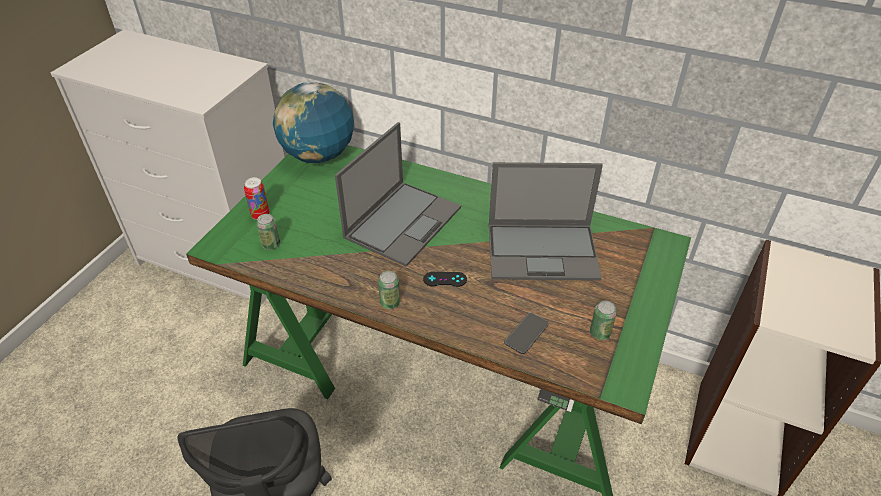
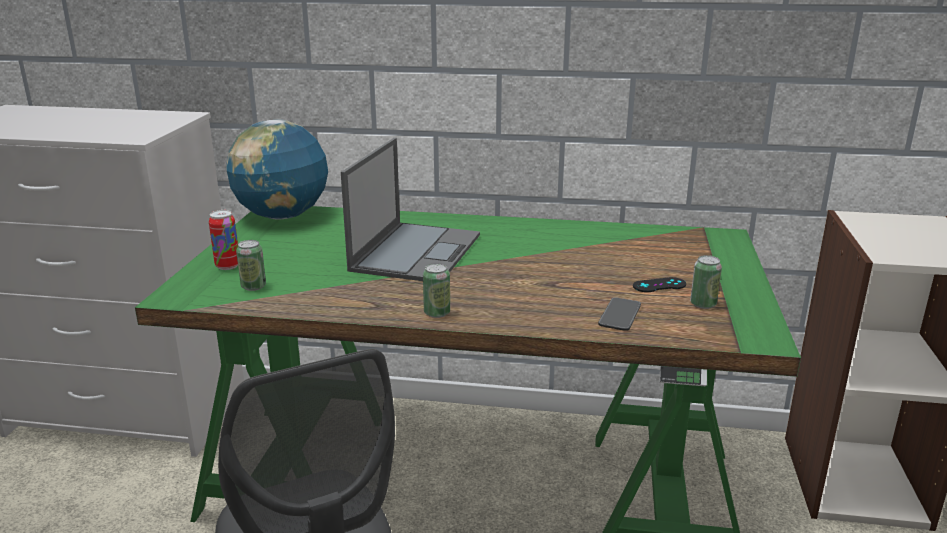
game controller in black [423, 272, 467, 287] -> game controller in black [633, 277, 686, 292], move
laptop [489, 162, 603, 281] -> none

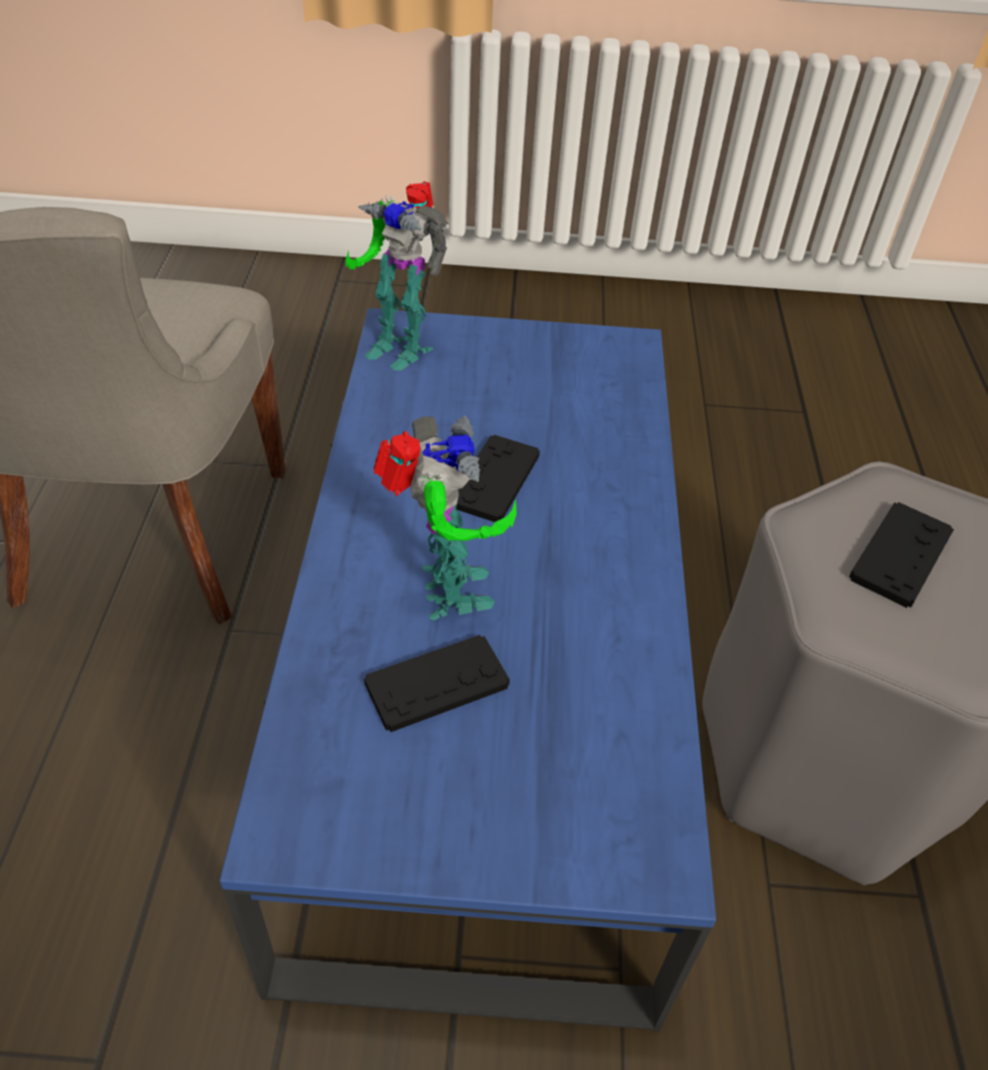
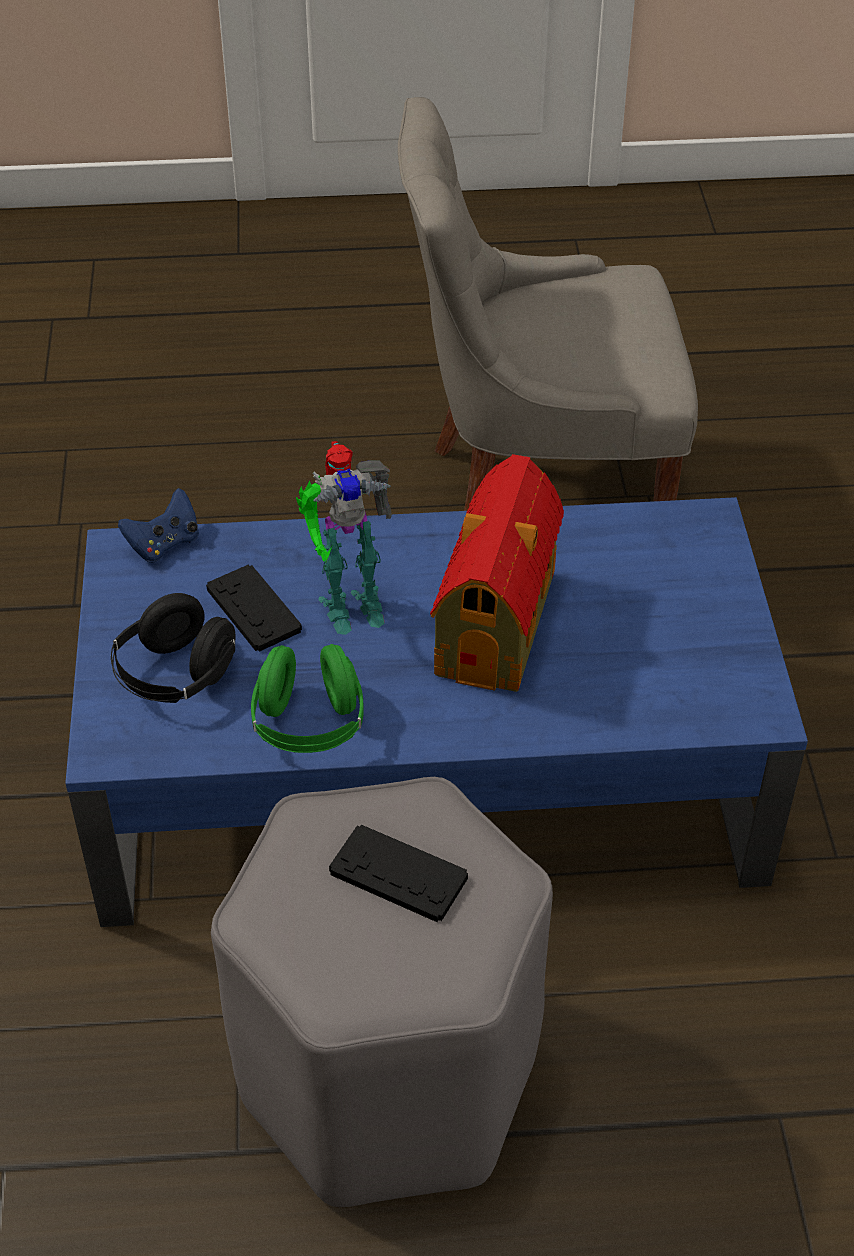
none -> headphones in black [111, 593, 235, 703]
none -> game controller in blue [118, 488, 199, 563]
none -> headphones in green [251, 644, 364, 753]
game controller in black [456, 435, 540, 522] -> toy house [430, 454, 564, 692]
toy robot [346, 181, 448, 371] -> none

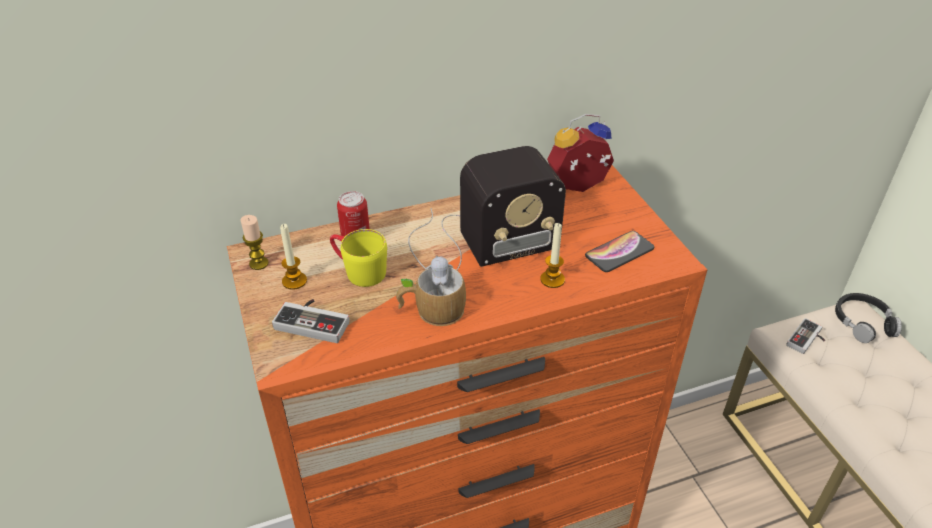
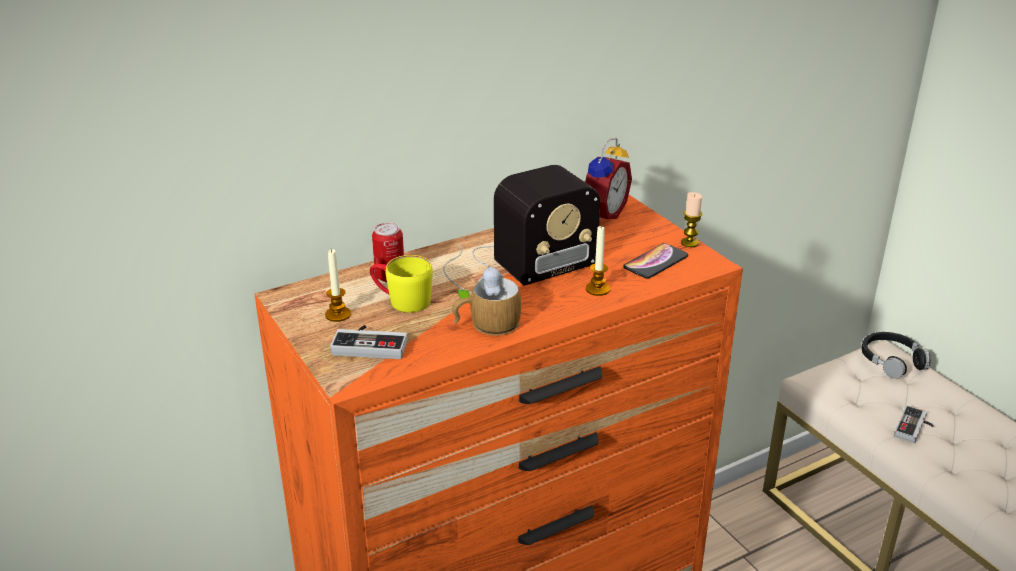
alarm clock [547, 114, 614, 192] -> alarm clock [584, 138, 632, 221], 150 degrees clockwise
candle [241, 215, 269, 270] -> candle [681, 192, 702, 247], move
game controller [786, 318, 825, 354] -> game controller [894, 405, 934, 443], move

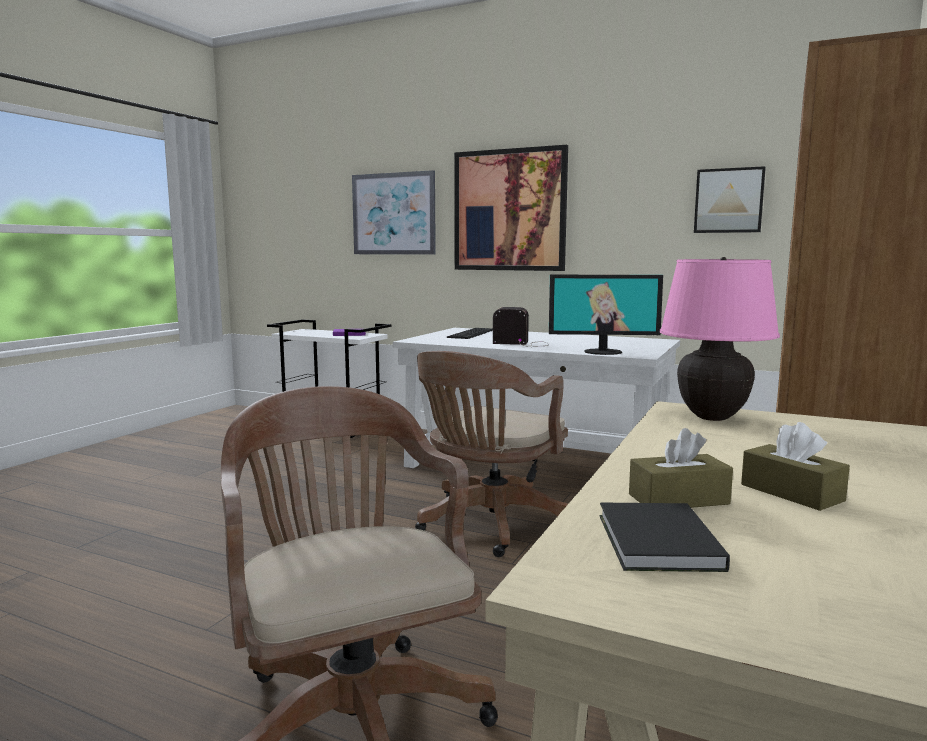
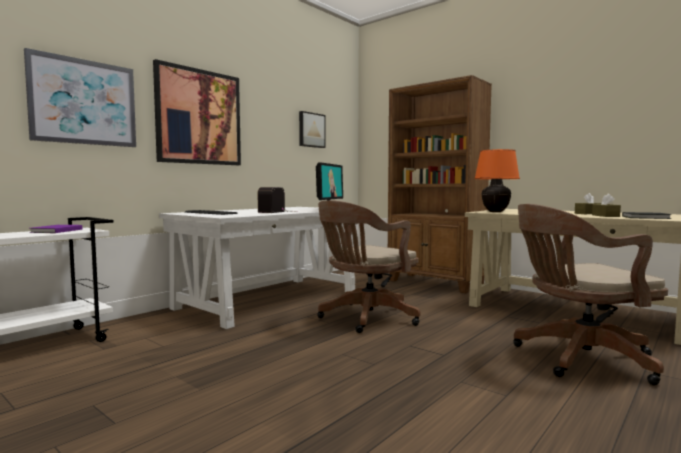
office chair in brown [415, 351, 568, 557] -> office chair in brown [317, 200, 420, 333], 90 degrees clockwise
table lamp in pink [660, 257, 780, 421] -> table lamp in orange [474, 149, 520, 212]

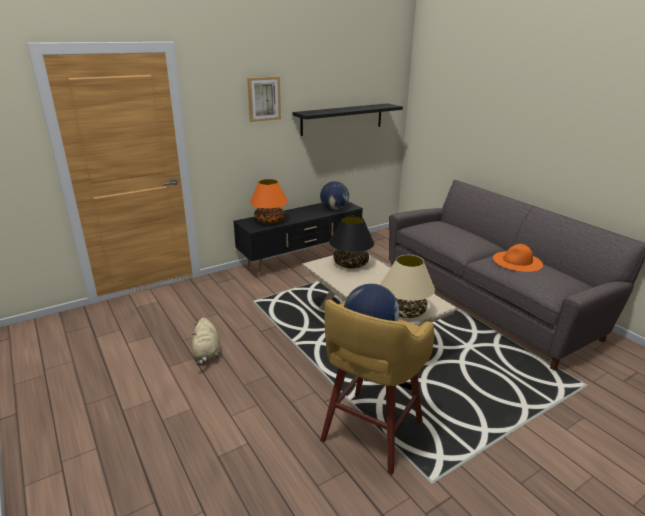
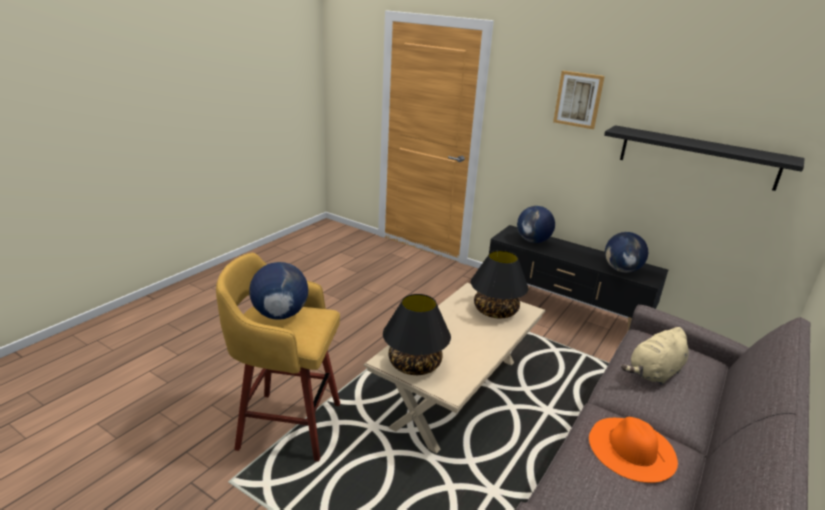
table lamp in beige [381, 255, 435, 318] -> table lamp in black [383, 294, 451, 375]
table lamp in orange [250, 179, 288, 224] -> globe [517, 206, 555, 243]
plush toy in beige [191, 317, 220, 365] -> plush toy in beige [621, 327, 689, 385], move

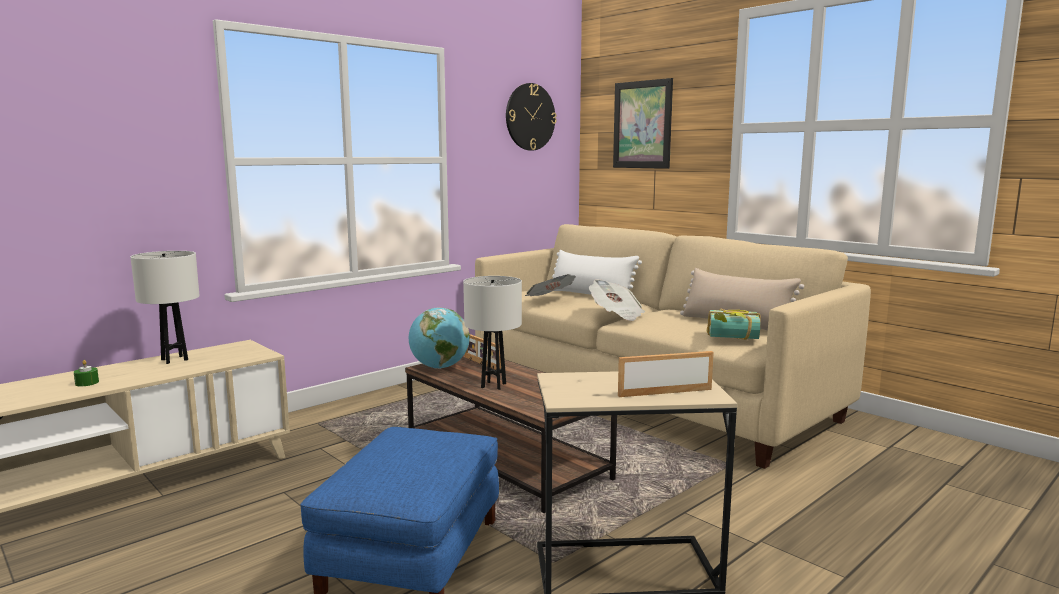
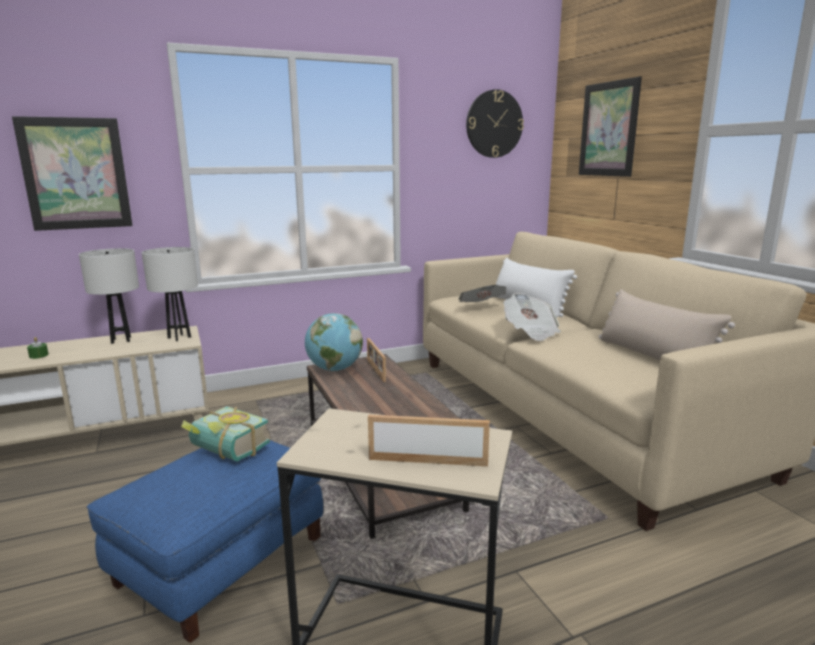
none -> picture [12, 116, 133, 231]
table lamp in white [463, 276, 522, 390] -> table lamp in white [142, 247, 198, 341], move
book [706, 309, 761, 340] -> book [181, 406, 270, 461], move

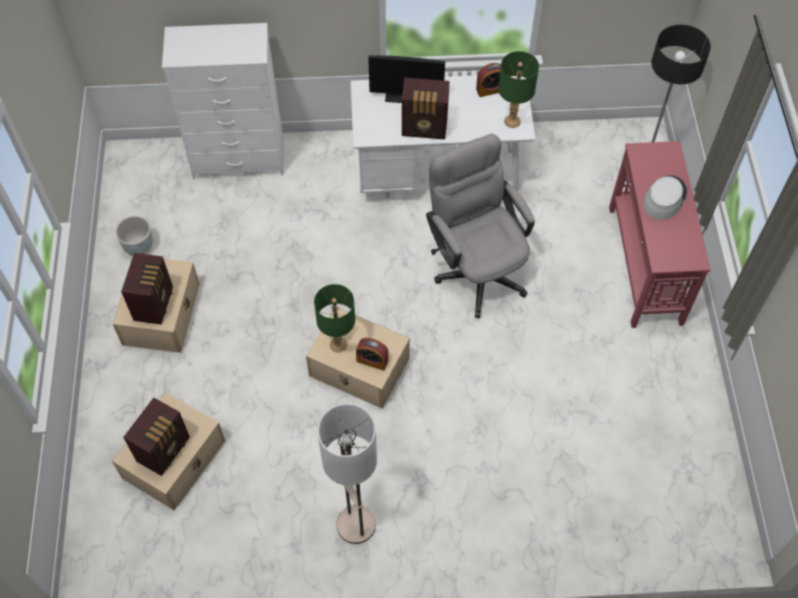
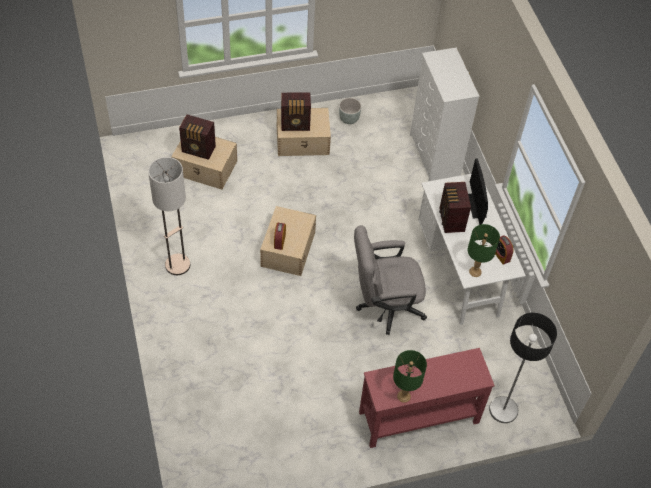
office chair in grey [426, 134, 535, 318] -> office chair in grey [354, 225, 427, 335], 150 degrees counterclockwise
table lamp in green [314, 284, 355, 352] -> table lamp in green [393, 350, 427, 403], move
hat in grey [643, 175, 687, 220] -> none

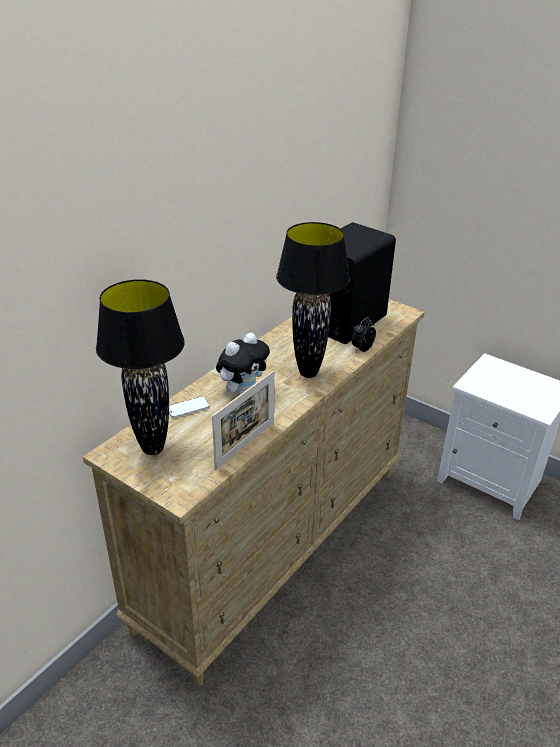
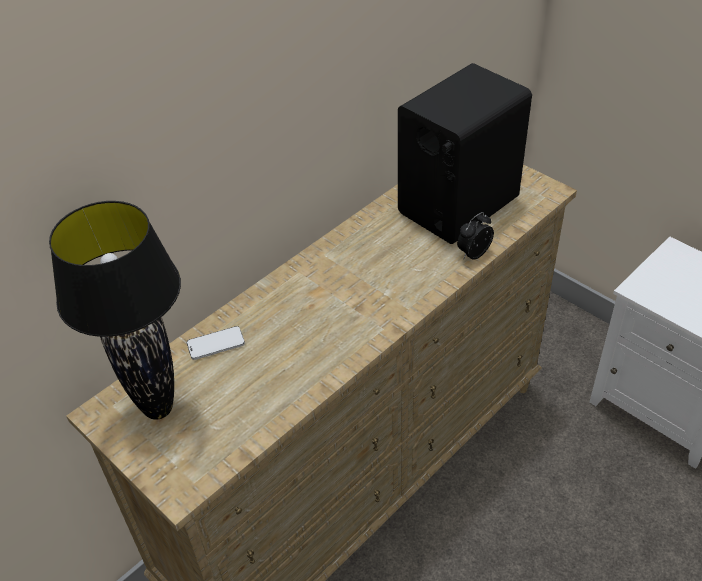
picture frame [212, 370, 275, 470] -> none
plush toy [216, 333, 270, 396] -> none
table lamp in black [276, 222, 350, 378] -> none

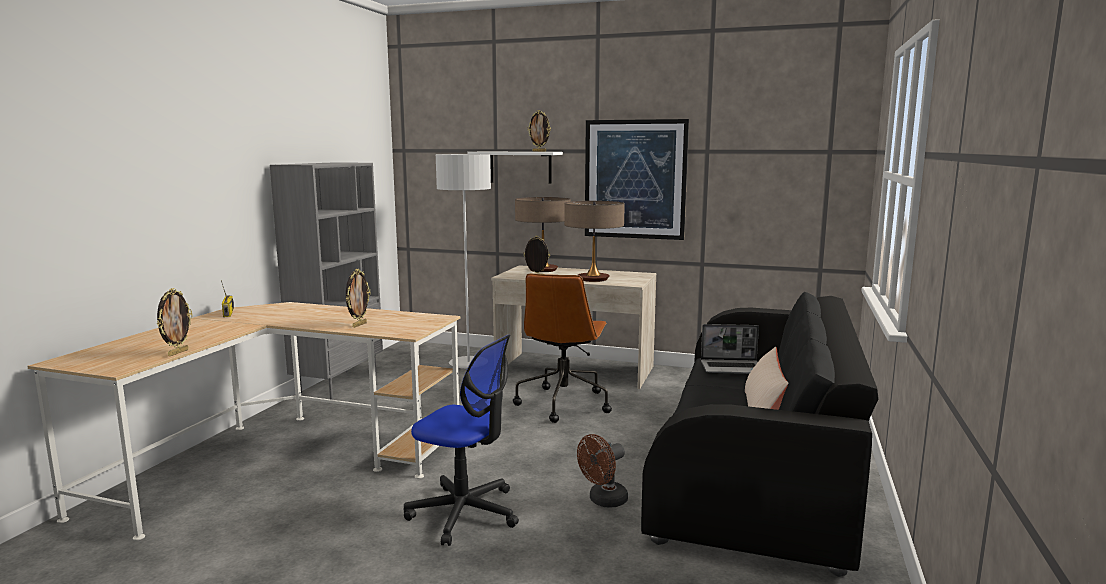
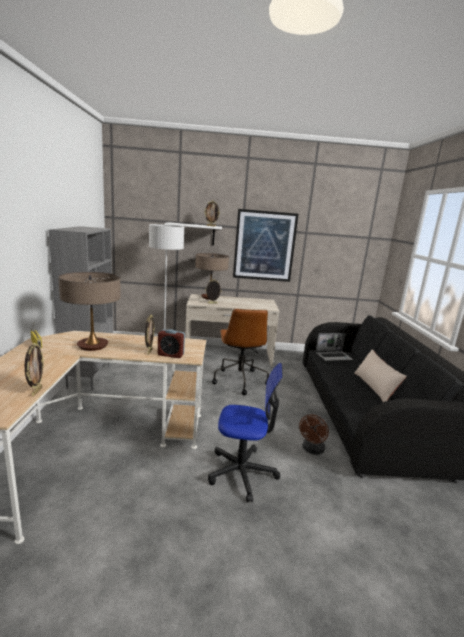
table lamp [564, 201, 625, 282] -> table lamp [58, 272, 121, 351], move
none -> alarm clock [158, 329, 185, 358]

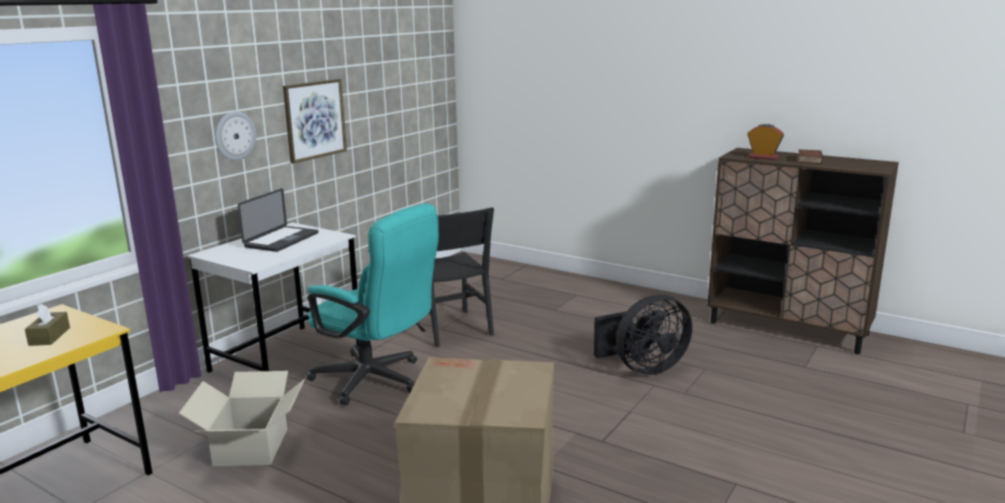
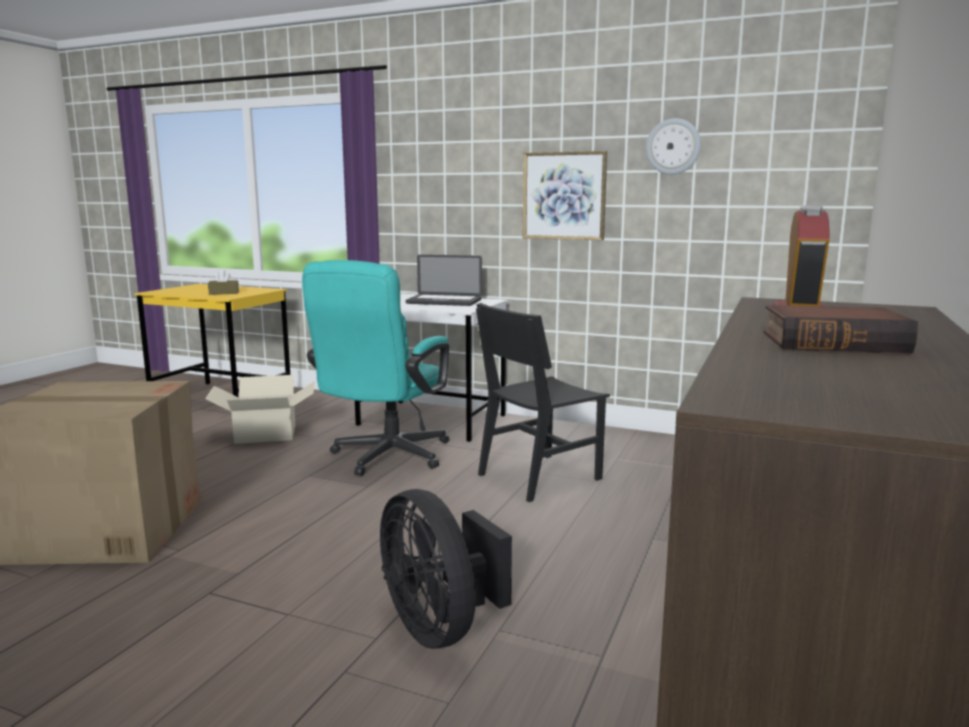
wall clock [215, 111, 256, 161] -> wall clock [646, 118, 701, 175], move

